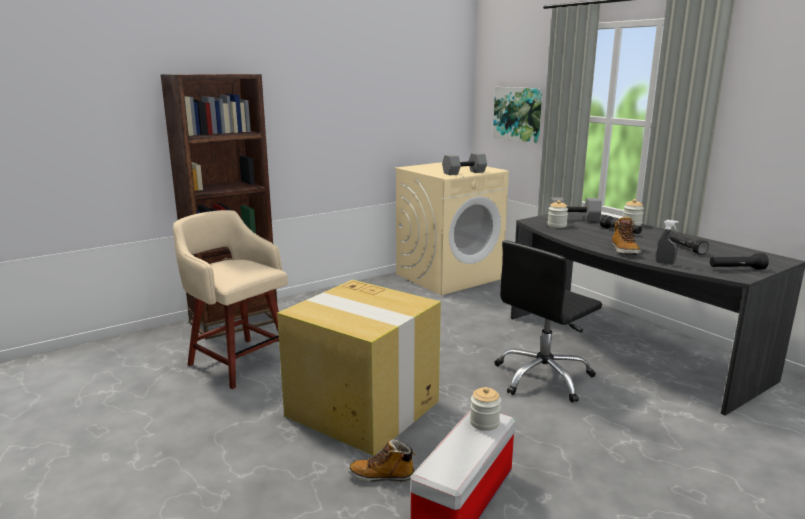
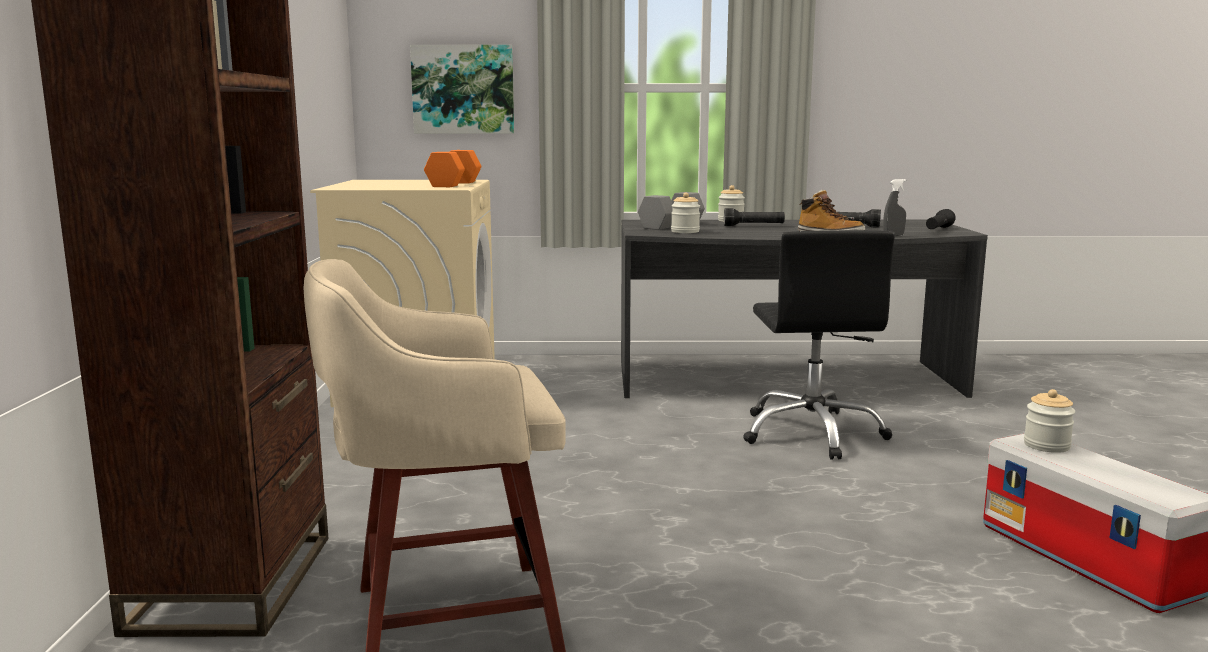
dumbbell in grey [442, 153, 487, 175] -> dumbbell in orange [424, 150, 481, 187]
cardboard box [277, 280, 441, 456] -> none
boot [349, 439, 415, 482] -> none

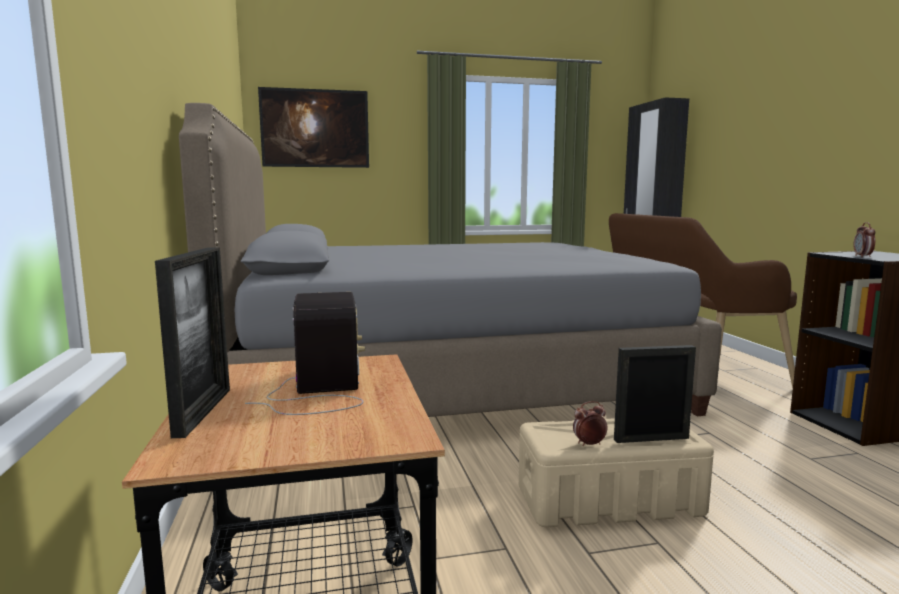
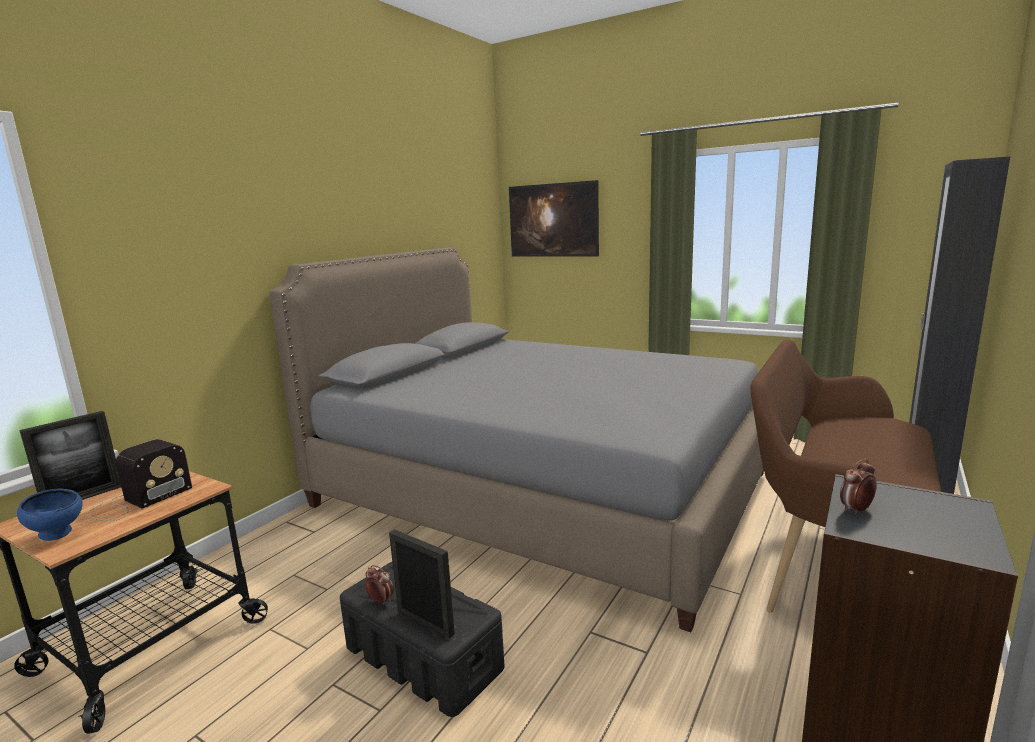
none -> bowl in blue [17, 489, 82, 541]
storage box in beige [519, 418, 714, 527] -> storage box in black [340, 562, 504, 717]

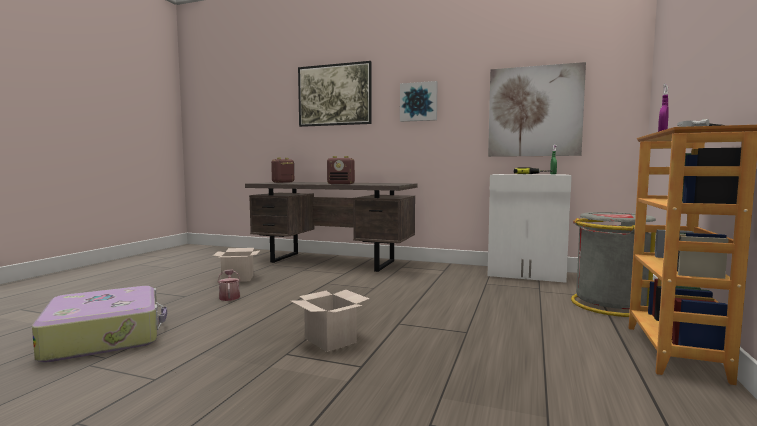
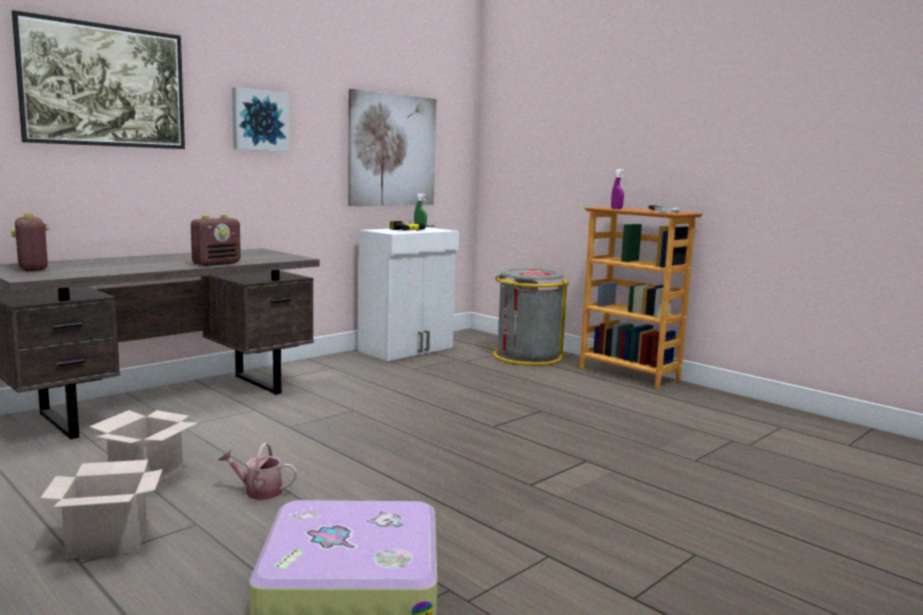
cardboard box [290, 290, 369, 352] -> cardboard box [40, 460, 163, 559], move

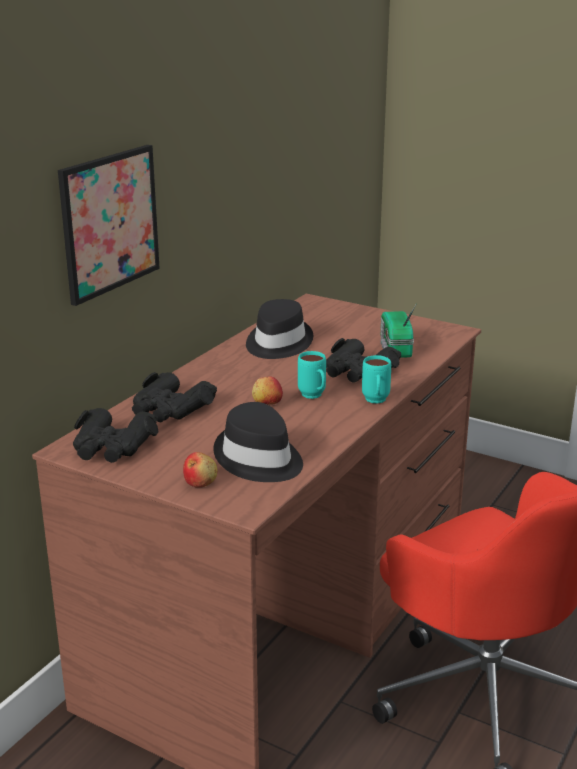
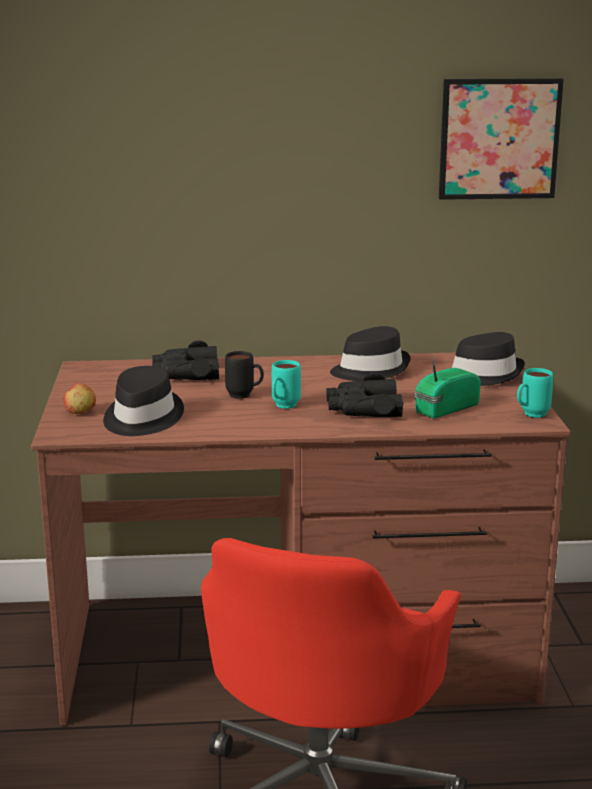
apple [252, 376, 283, 405] -> mug in black [225, 351, 264, 399]
picture [58, 145, 160, 306] -> picture [439, 78, 564, 200], move
none -> hat in black [452, 332, 525, 386]
mug in turquoise [362, 355, 391, 404] -> mug in turquoise [517, 368, 553, 418], move
binoculars in black [73, 408, 158, 463] -> none

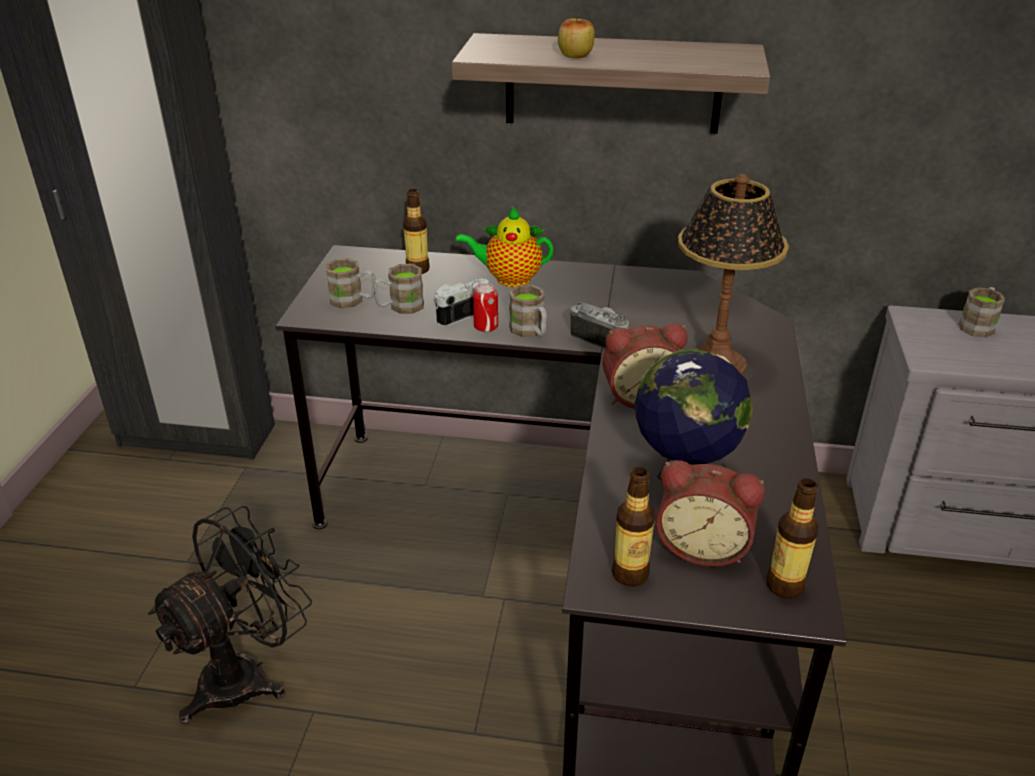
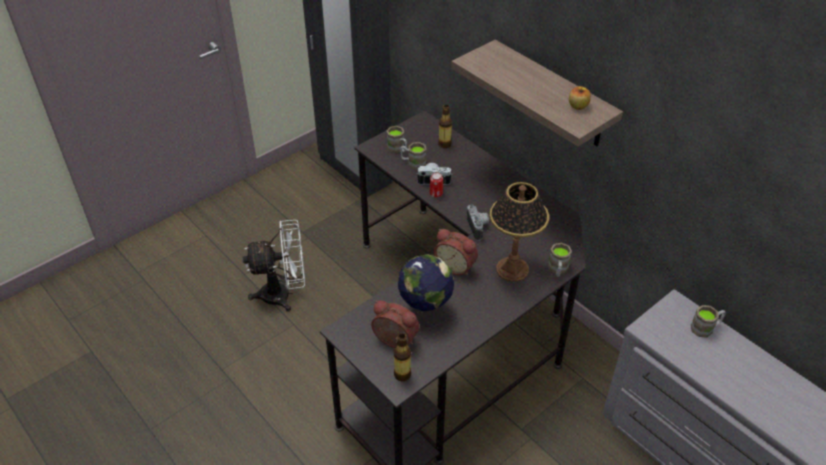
fan in black [148, 506, 312, 724] -> fan in white [243, 220, 305, 312]
alarm clock [656, 460, 765, 567] -> alarm clock [371, 300, 419, 348], 150 degrees clockwise
mug in brown [509, 285, 547, 337] -> mug in brown [548, 243, 572, 277], move
apple [558, 14, 595, 58] -> apple [569, 86, 591, 110], move
teapot [455, 206, 554, 287] -> none
bottle [612, 467, 655, 586] -> none

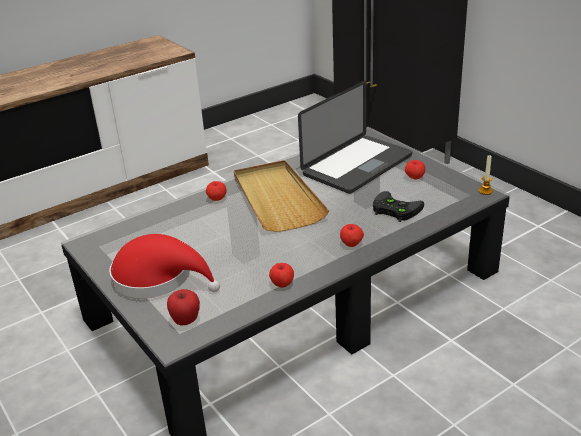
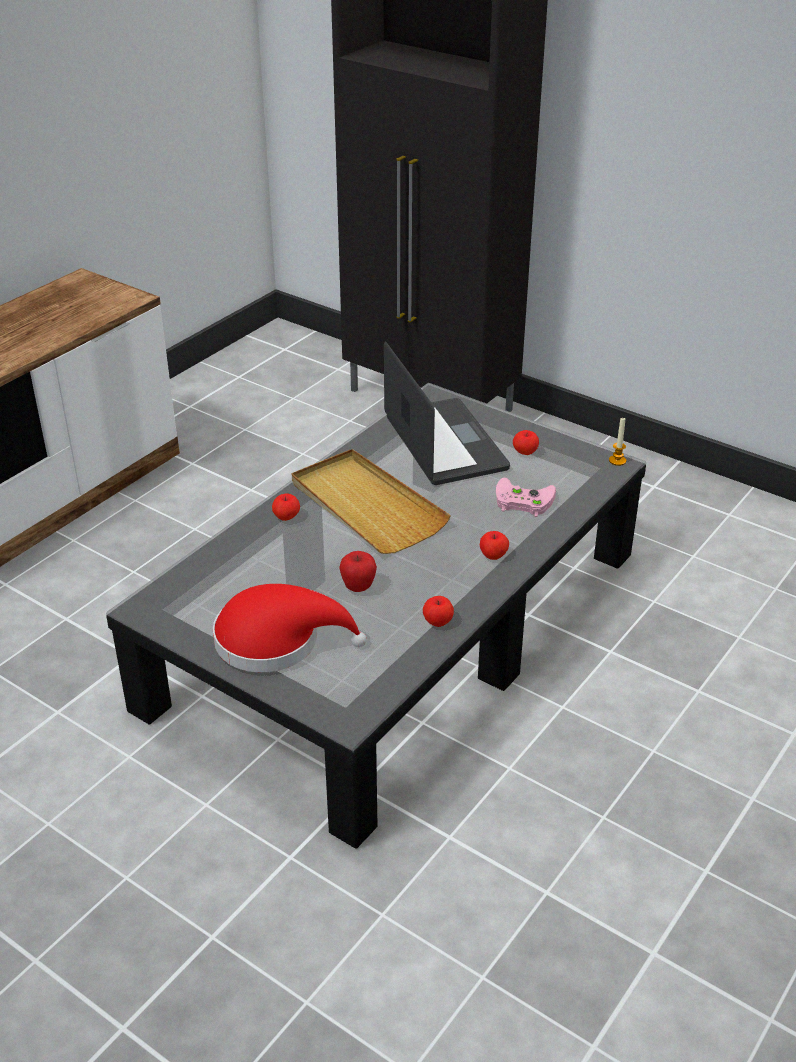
apple [167, 289, 200, 325] -> apple [339, 551, 377, 592], move
laptop [298, 81, 412, 194] -> laptop [384, 342, 510, 485], 45 degrees counterclockwise
game controller in black [373, 191, 424, 222] -> game controller in pink [496, 478, 556, 517]

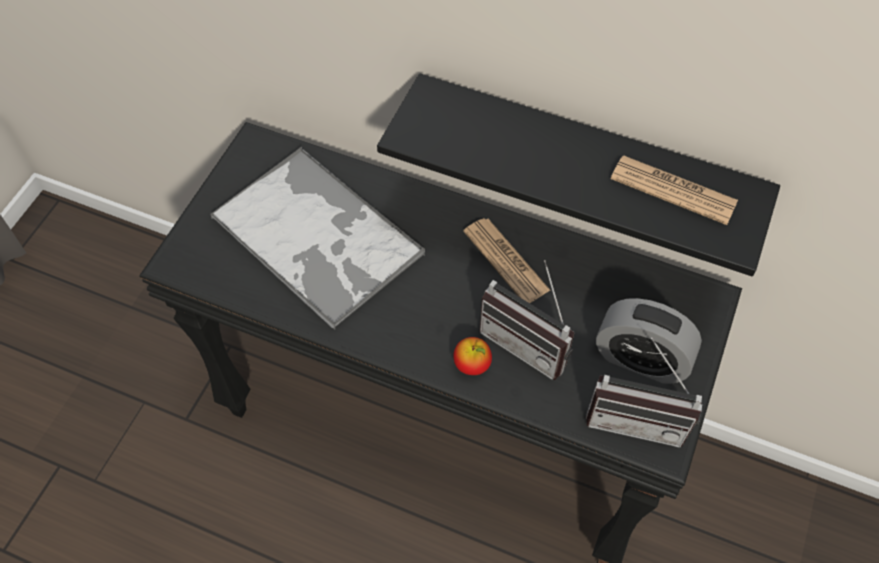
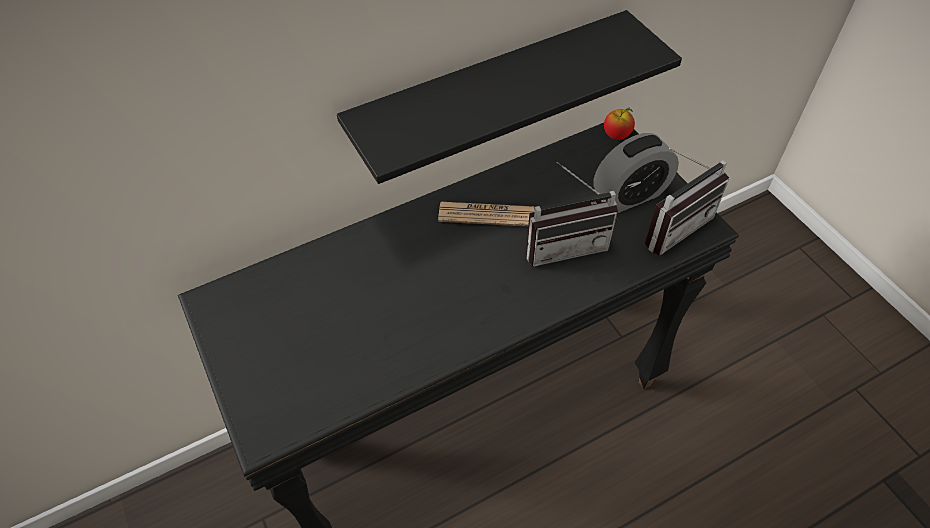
apple [453, 337, 492, 375] -> apple [604, 107, 635, 140], move
tray [210, 147, 425, 329] -> none
newspaper [611, 156, 738, 225] -> none

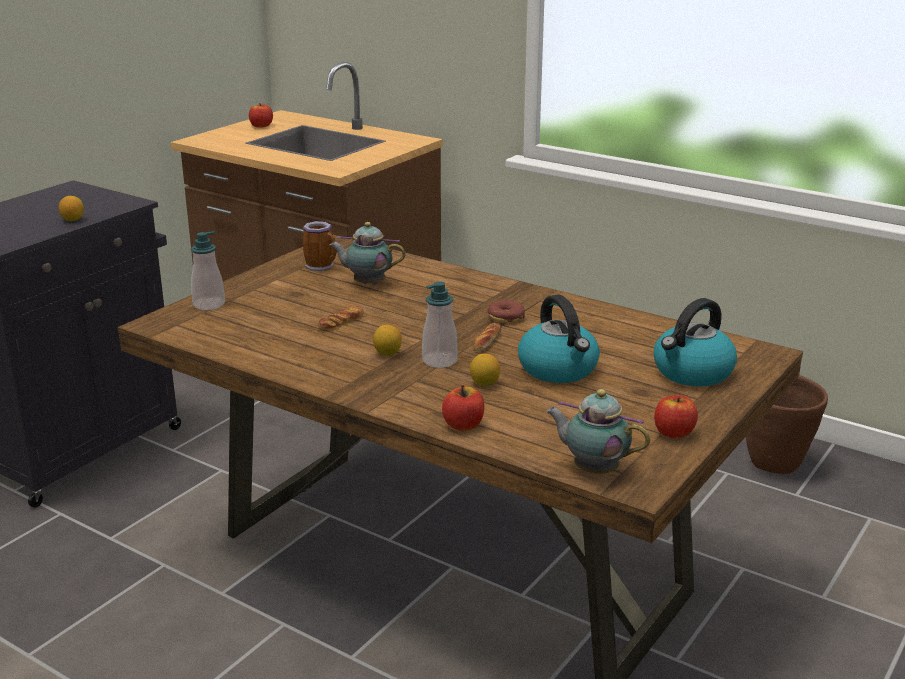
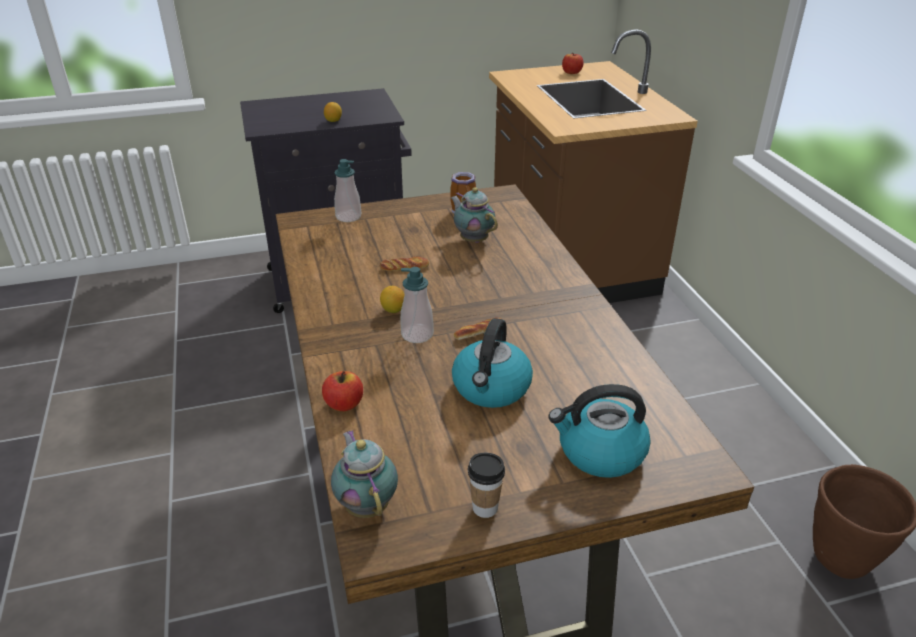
apple [654, 395, 698, 438] -> cup [468, 453, 505, 518]
lemon [470, 353, 500, 386] -> none
donut [488, 300, 525, 323] -> none

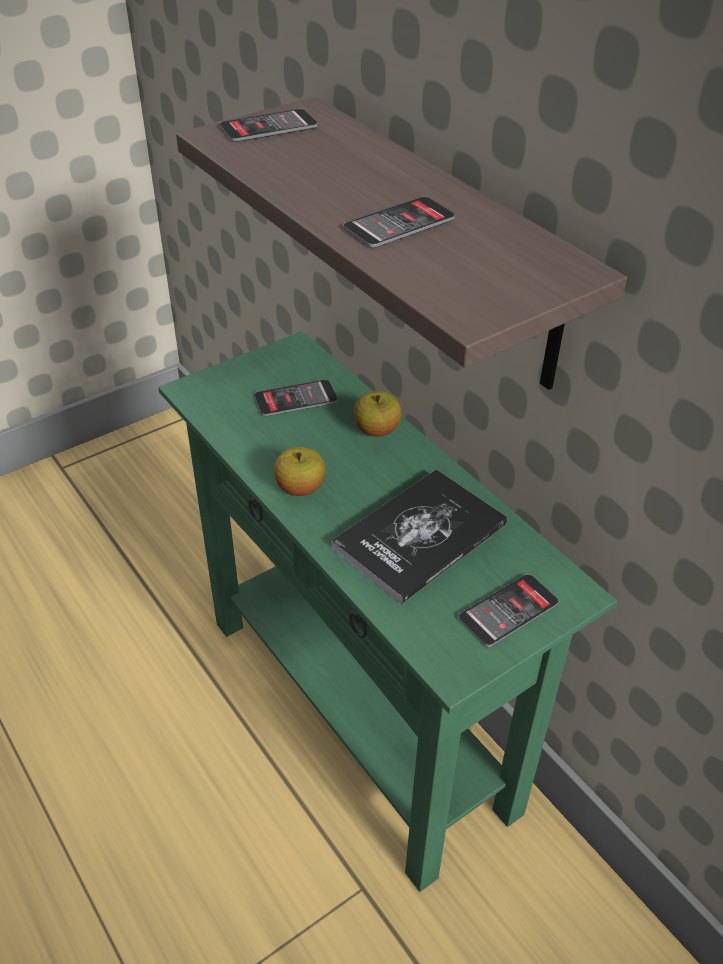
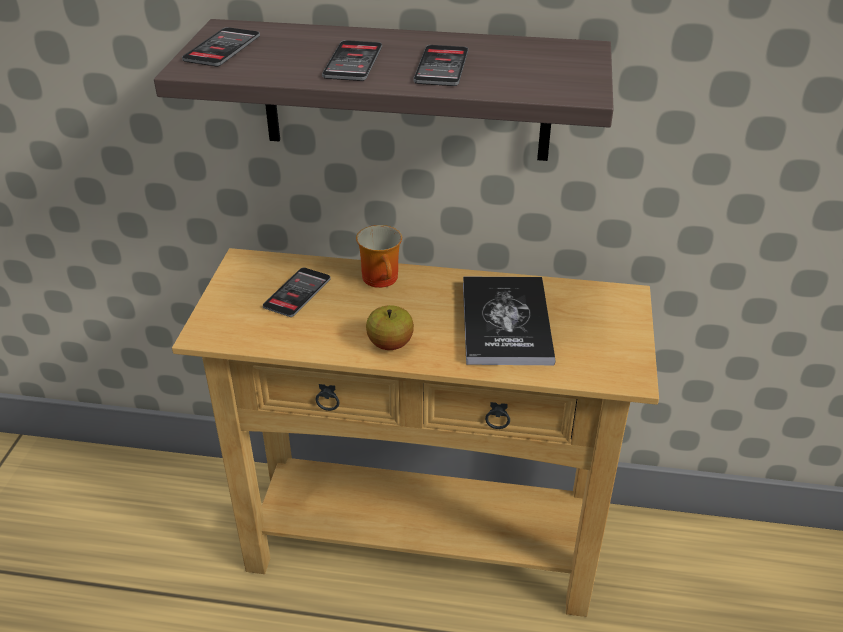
console table in green [158, 331, 617, 892] -> console table in beige [172, 248, 659, 617]
phone [458, 574, 559, 647] -> phone [322, 40, 382, 81], move
apple [353, 391, 401, 437] -> mug [356, 225, 402, 288]

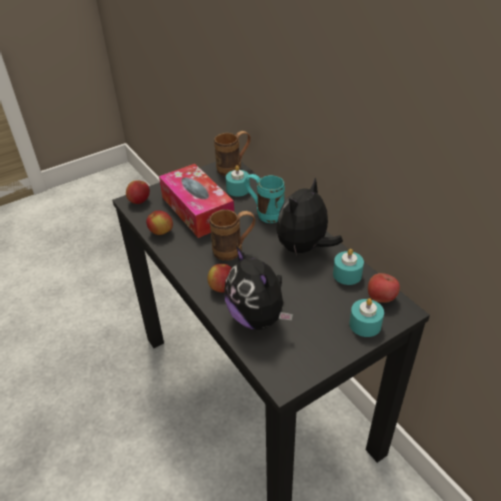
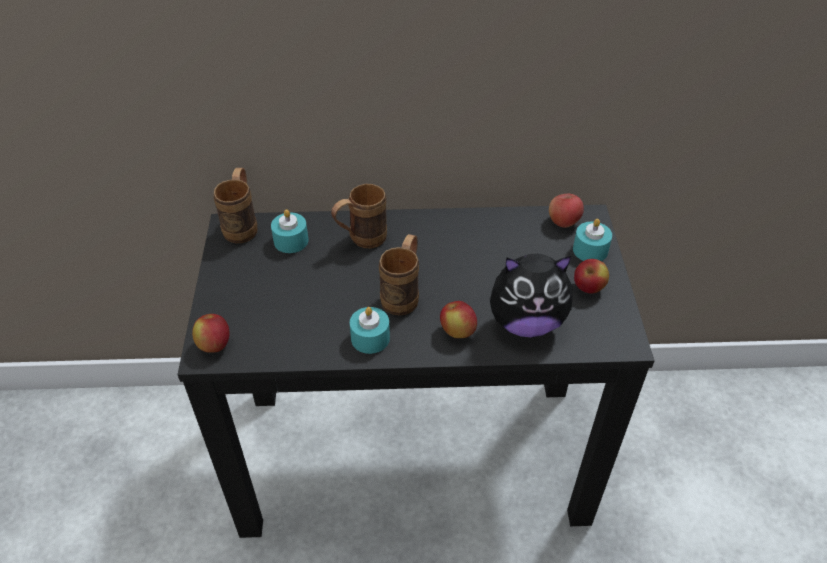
mug in turquoise [244, 174, 285, 223] -> mug in brown [331, 184, 387, 248]
candle in turquoise [333, 249, 364, 285] -> candle in turquoise [350, 307, 390, 354], move
apple [146, 210, 173, 235] -> apple [574, 259, 609, 293], move
tissue box [159, 164, 234, 238] -> none
plush toy [276, 178, 343, 255] -> none

